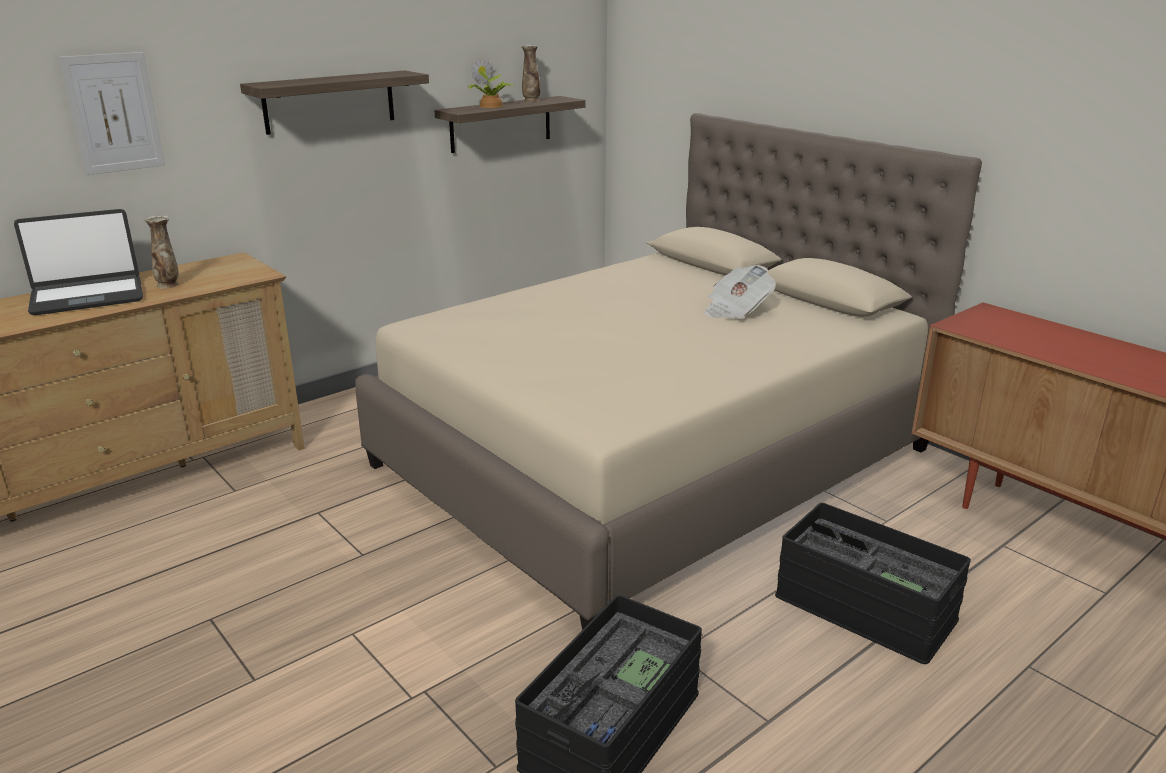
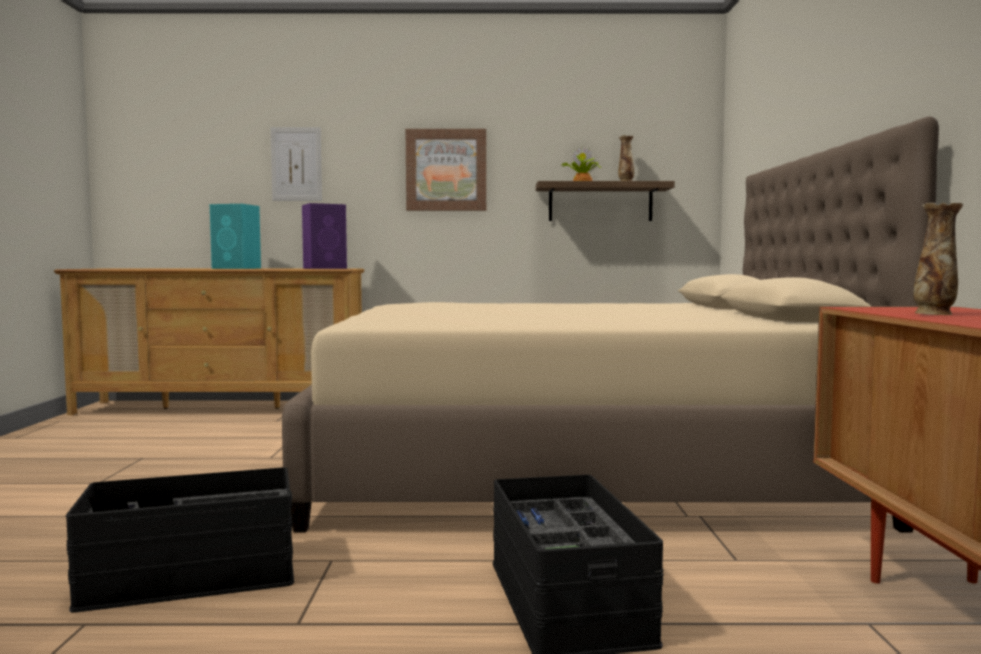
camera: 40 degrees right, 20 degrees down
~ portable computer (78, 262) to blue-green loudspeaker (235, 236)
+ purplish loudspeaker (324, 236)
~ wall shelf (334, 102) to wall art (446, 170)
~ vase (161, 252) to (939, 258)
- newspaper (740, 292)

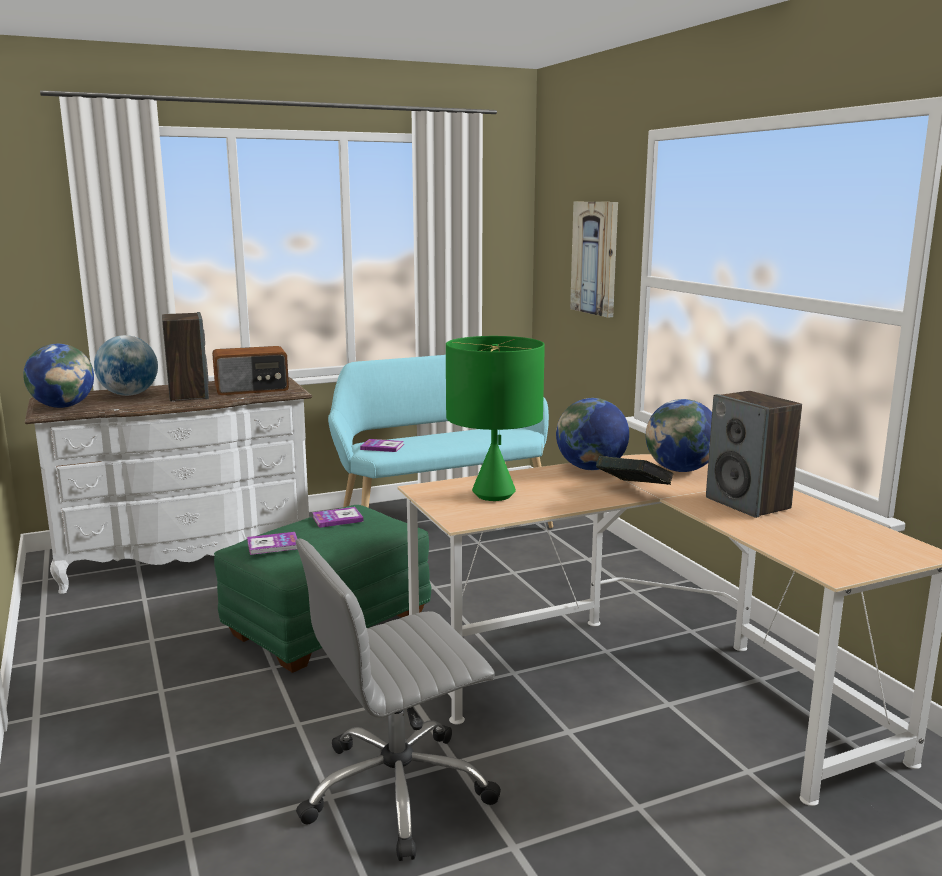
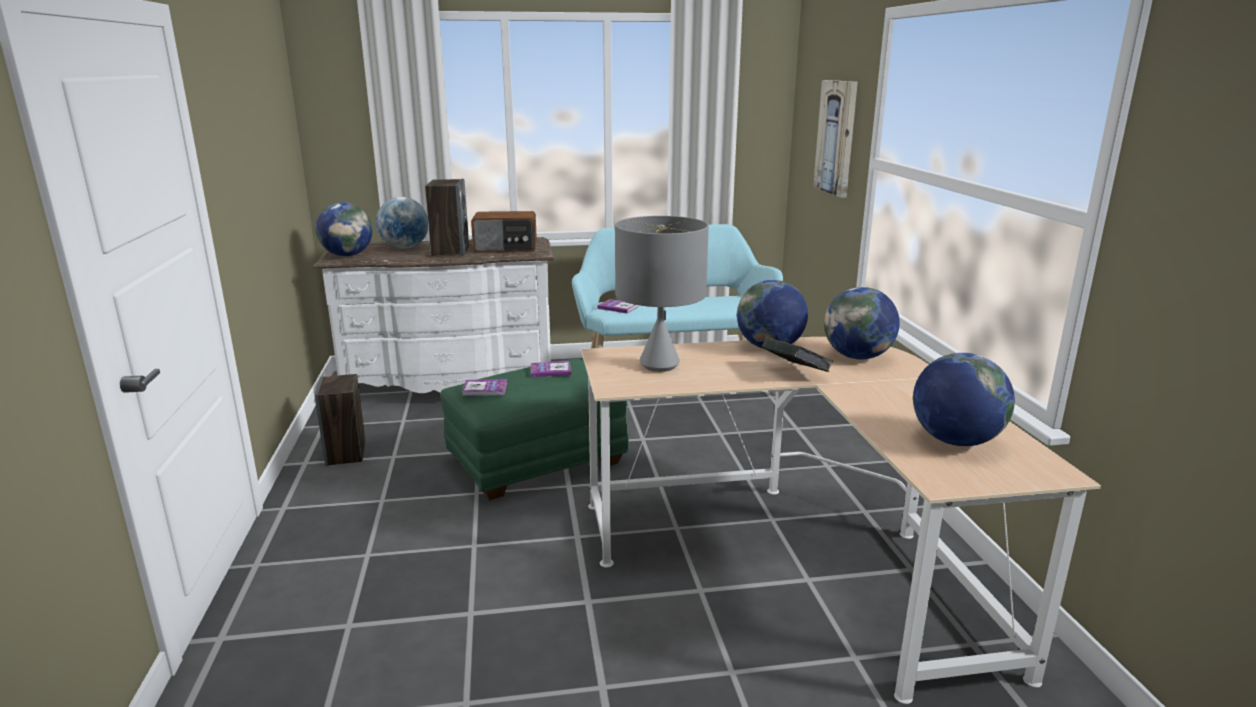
camera: 15 degrees right, 5 degrees up
~ loudspeaker (754, 454) to (340, 420)
~ greenish lamp for a table (495, 418) to greyish lamp for a table (662, 294)
+ world globe (964, 399)
- greyish office chair (398, 700)

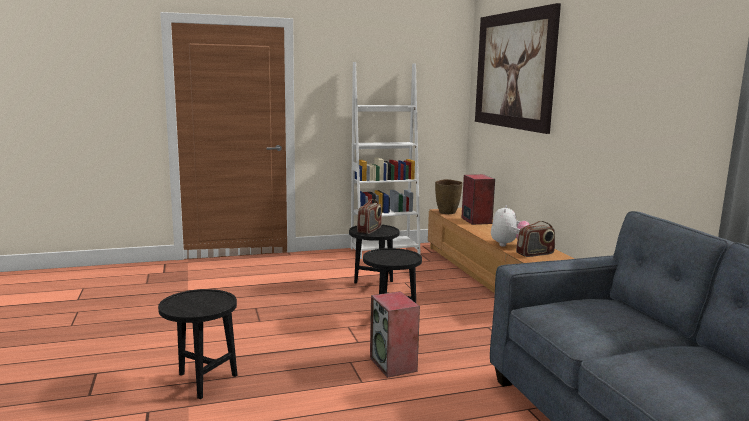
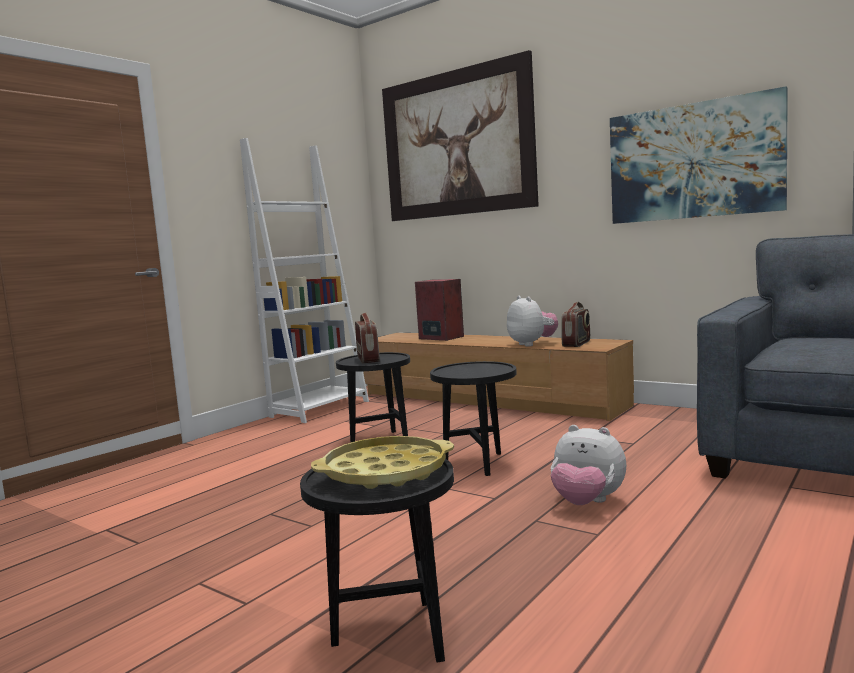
camera: 35 degrees left, 5 degrees down
+ yellow-coloured carrying tray (382, 462)
~ loudspeaker (395, 334) to plush toy (588, 465)
+ wall art (699, 155)
- brown vase (448, 196)

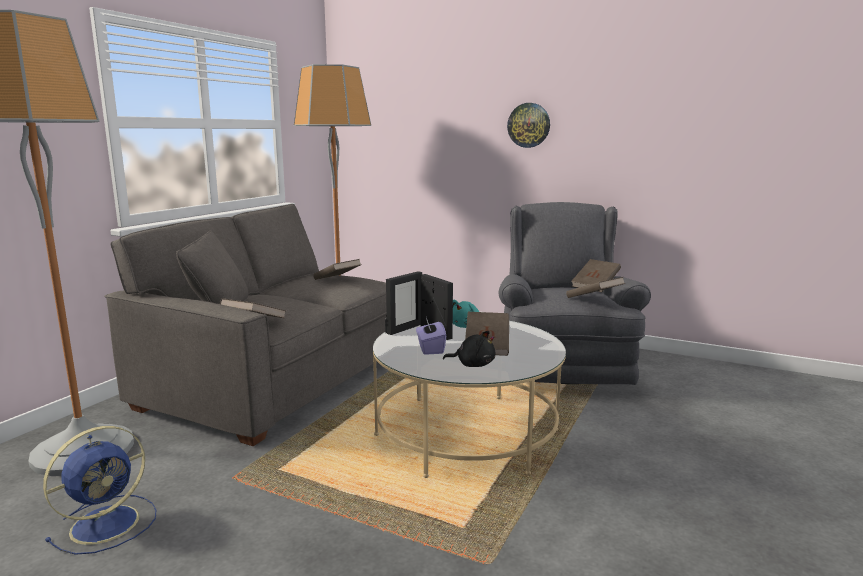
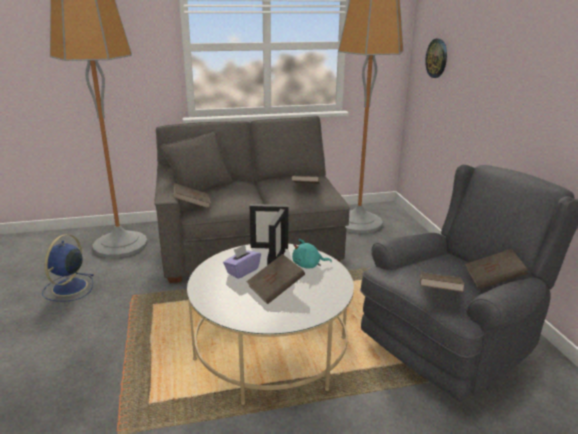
camera: 50 degrees right, 10 degrees up
~ blue-coloured cooling fan (99, 490) = (67, 268) 105 degrees clockwise
~ wall clock (528, 125) to (436, 58)
- blackish plush toy (469, 349)

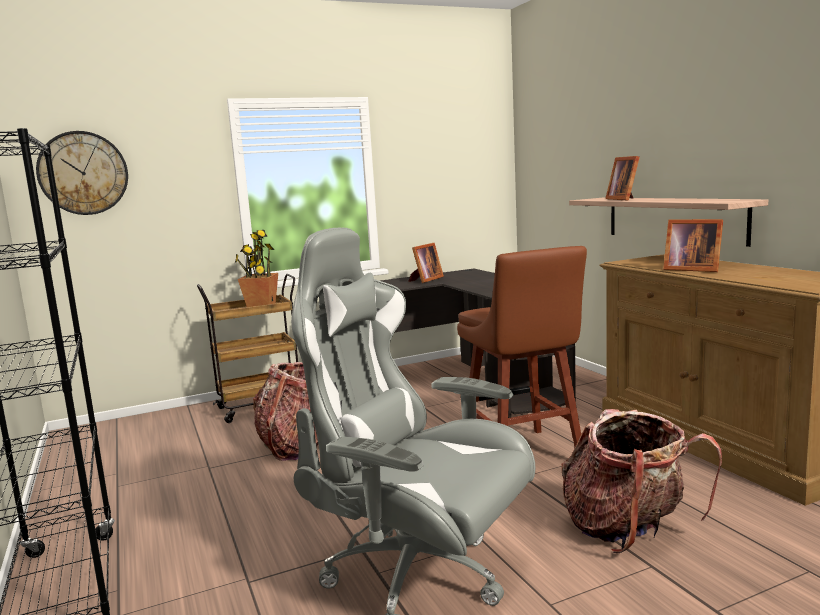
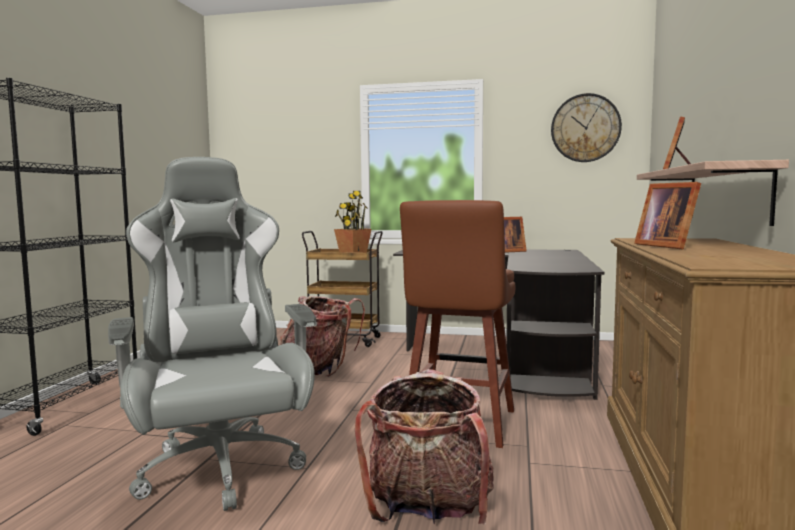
camera: 35 degrees right, 5 degrees down
~ wall clock (82, 173) to (586, 127)

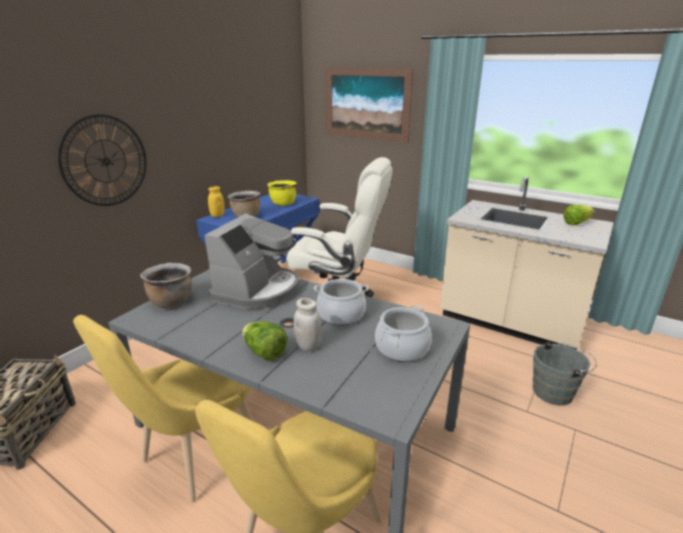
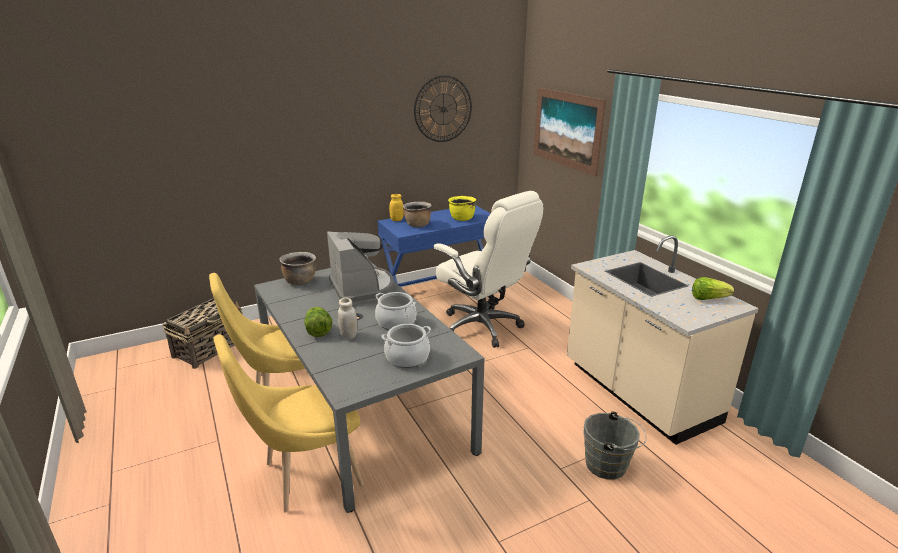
camera: 30 degrees right, 0 degrees up
~ coffee machine (252, 261) = (360, 268) 75 degrees counterclockwise
~ wall clock (102, 160) to (443, 108)

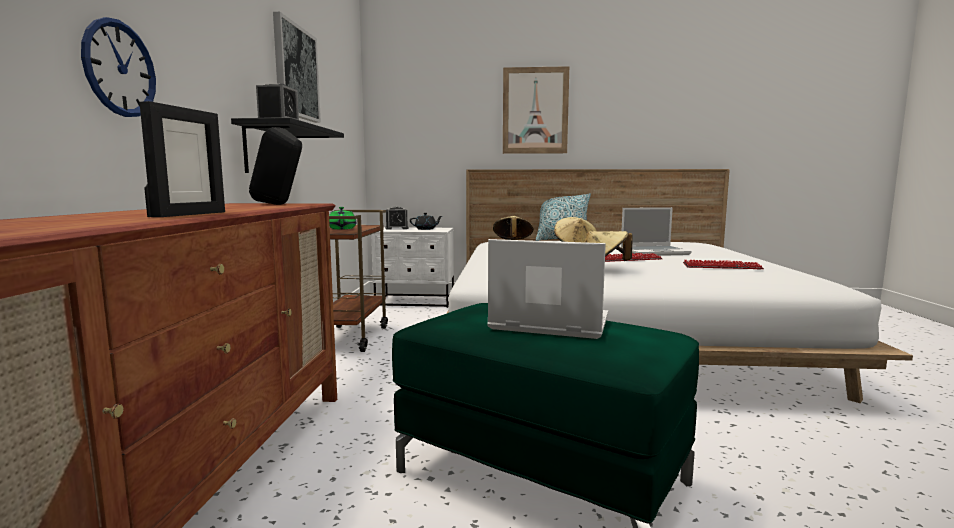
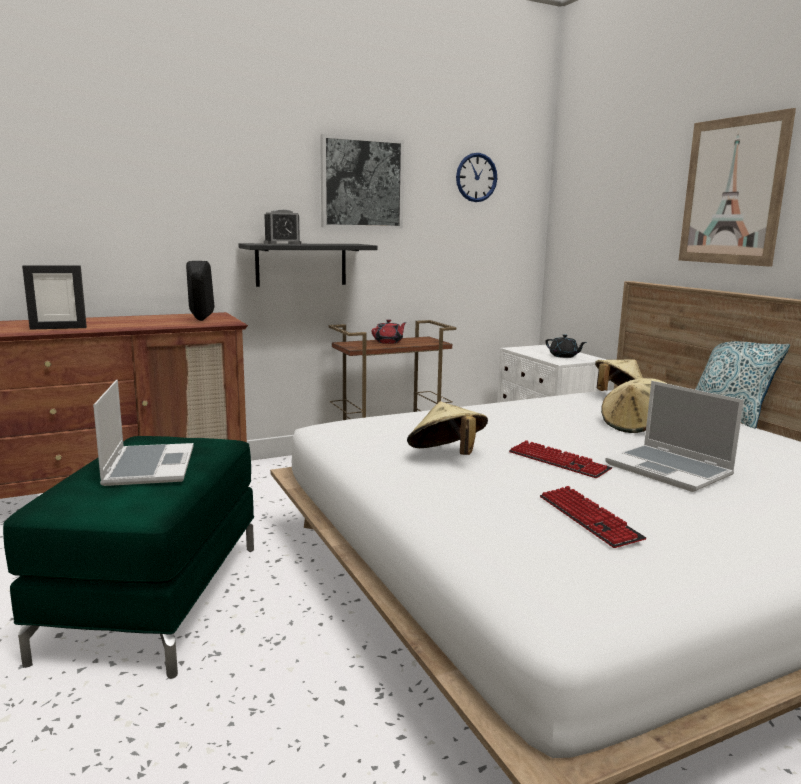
camera: 60 degrees right, 5 degrees up
~ greenish tea pot (342, 218) to red tea pot (389, 331)
~ wall clock (118, 67) to (476, 177)
- alarm clock (397, 218)

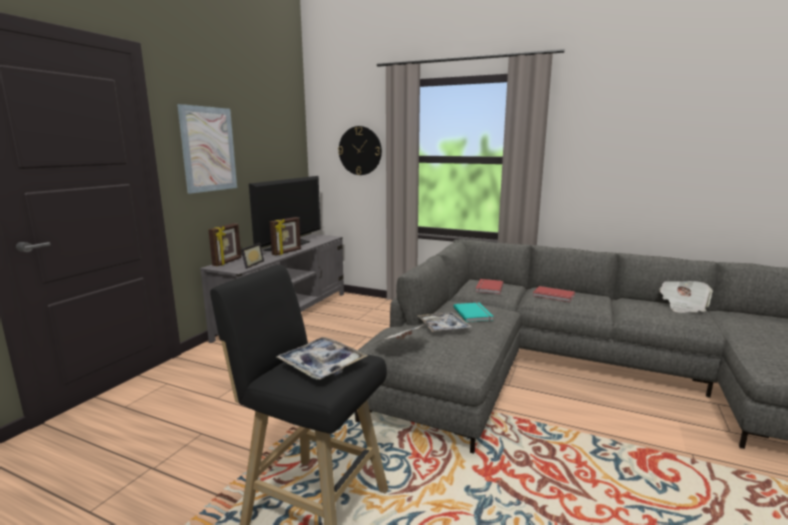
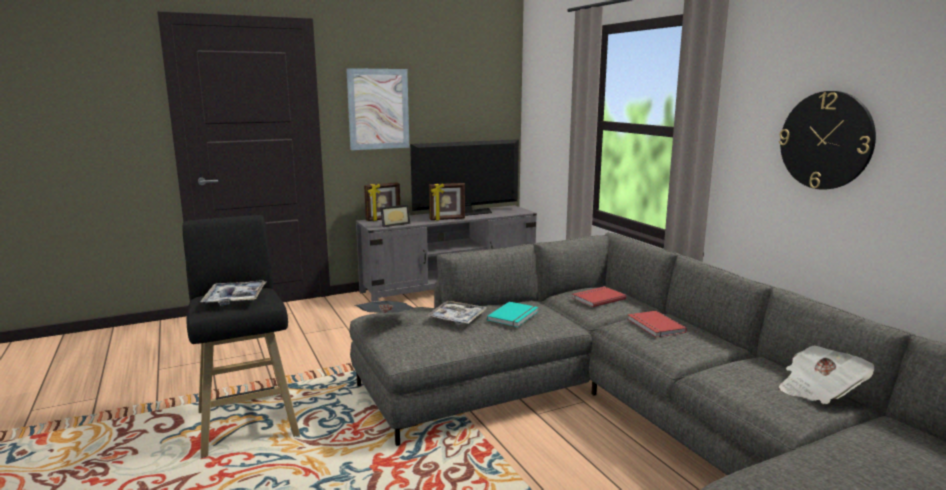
camera: 40 degrees right, 0 degrees up
~ wall clock (360, 150) to (827, 140)

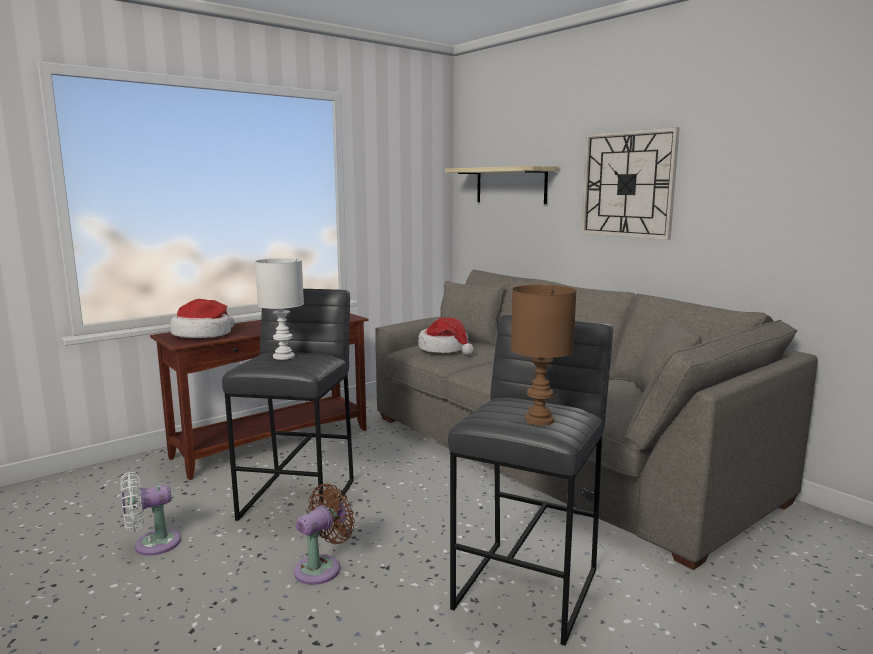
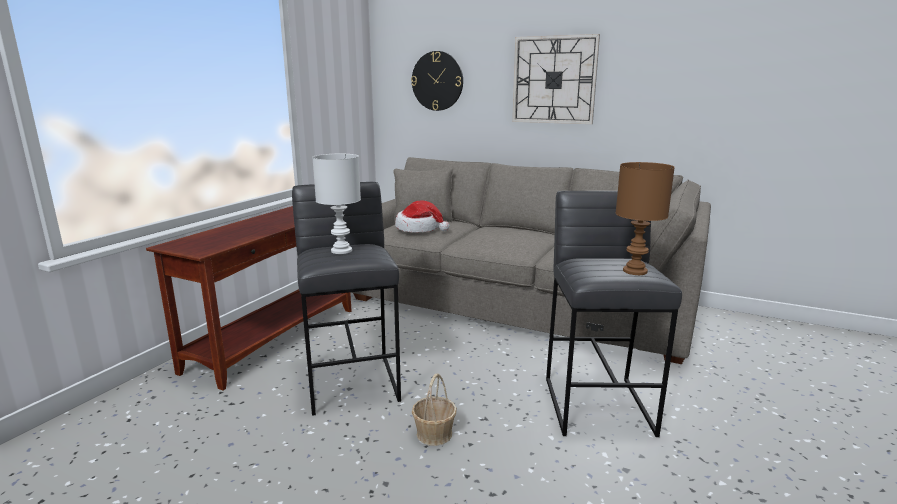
camera: 25 degrees left, 5 degrees up
~ wall shelf (502, 185) to wall clock (437, 81)
~ brown cooling fan (324, 534) to storage basket (434, 409)
- whitish cooling fan (150, 514)
- hat (202, 318)

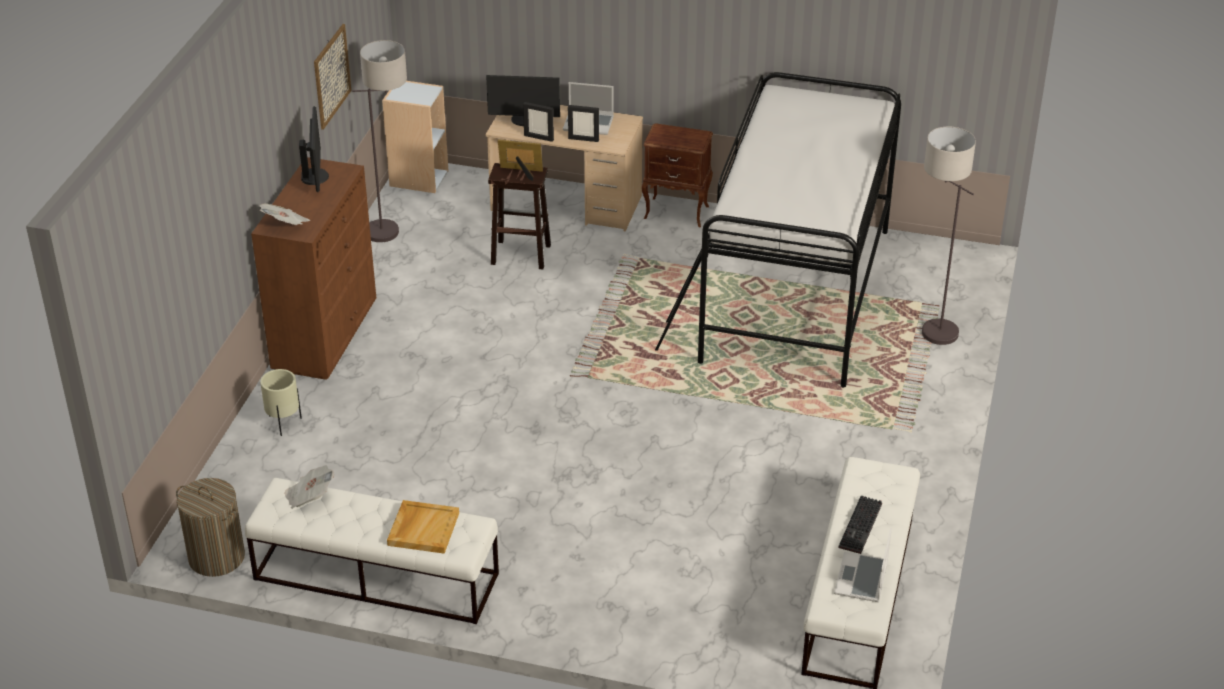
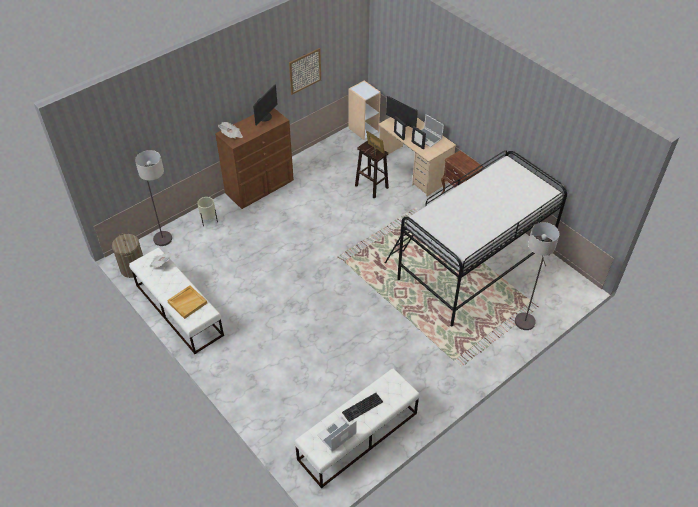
camera: 35 degrees right, 10 degrees up
~ greyish standard lamp (379, 141) to (153, 198)

